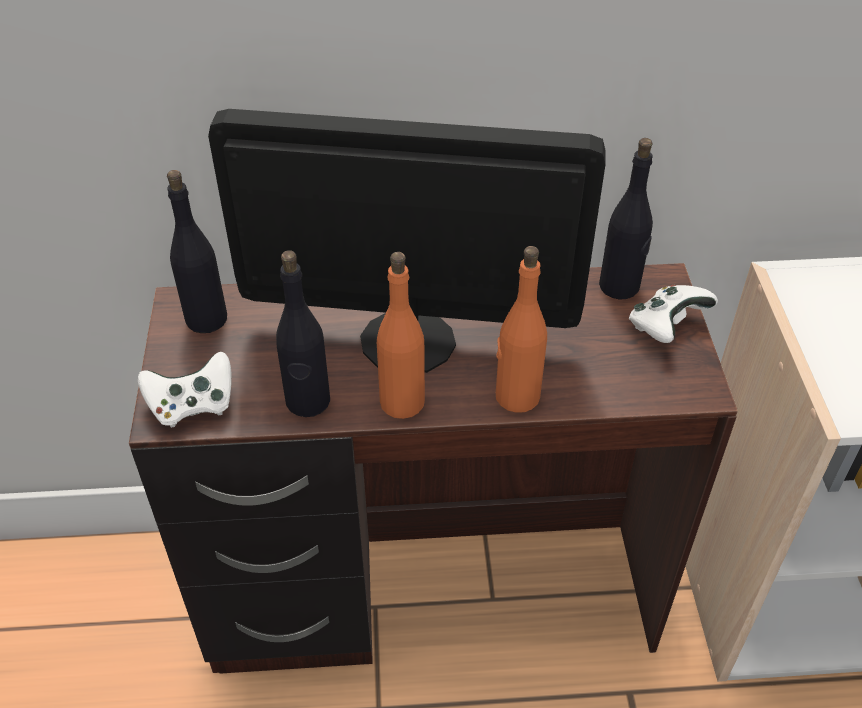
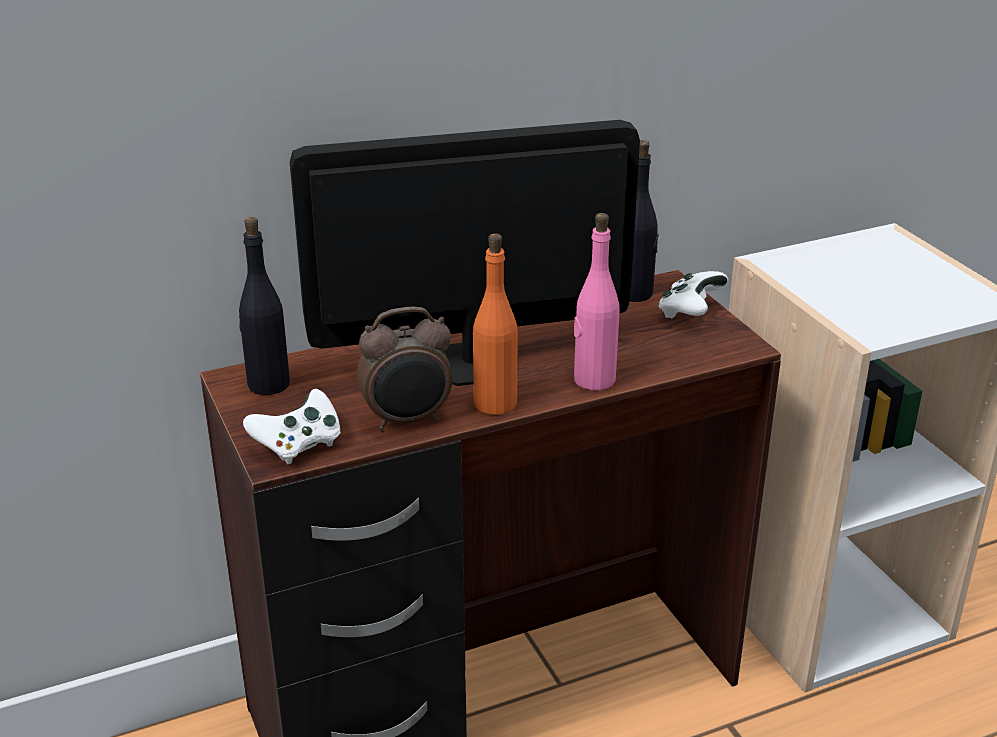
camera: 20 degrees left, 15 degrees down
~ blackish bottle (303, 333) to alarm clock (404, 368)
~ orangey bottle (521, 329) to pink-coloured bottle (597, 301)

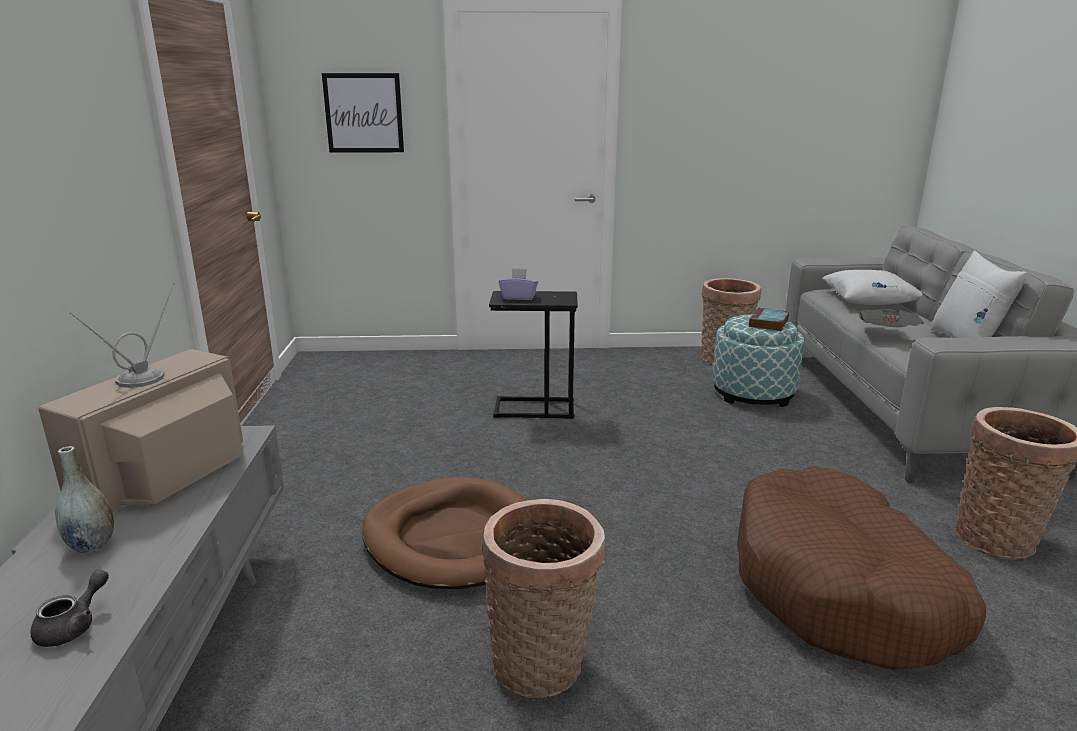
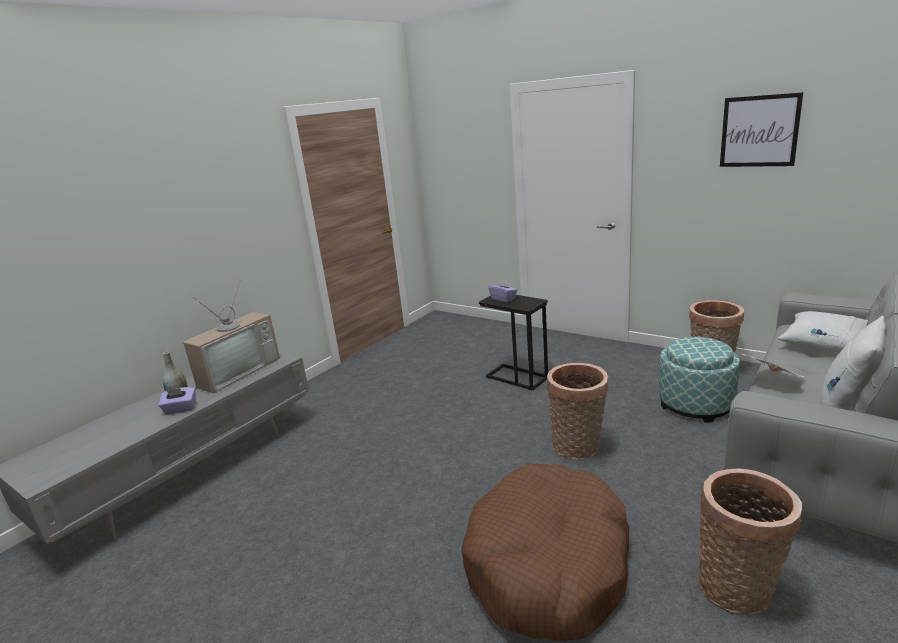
camera: 40 degrees right, 0 degrees up
+ purplish box of tissues (177, 400)
~ television (140, 398) = (231, 337) 150 degrees clockwise
~ storage basket (543, 598) to (578, 411)
~ wall art (363, 113) to (761, 129)
- greyish tea pot (69, 608)
- brown dog cushion (444, 533)
- bound book (769, 319)

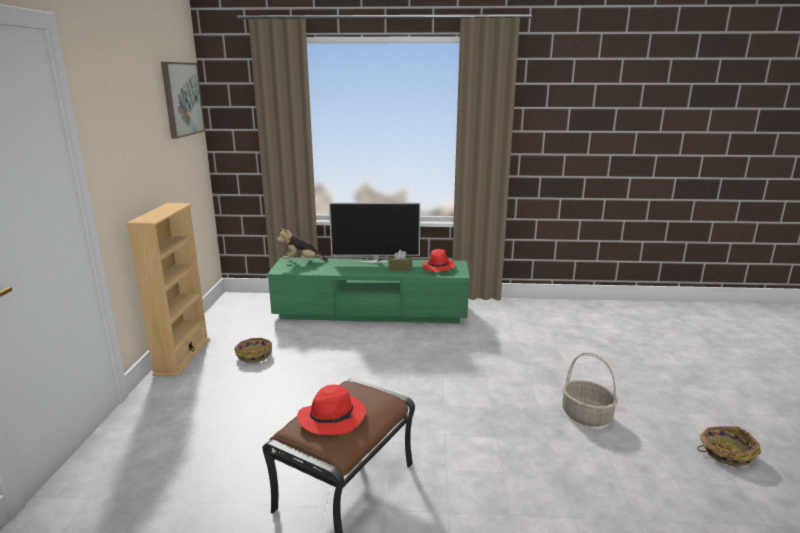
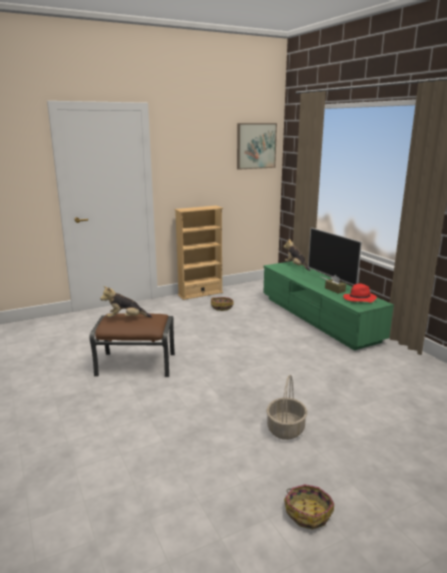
camera: 60 degrees right, 0 degrees up
~ red hat (331, 410) to plush toy (126, 301)

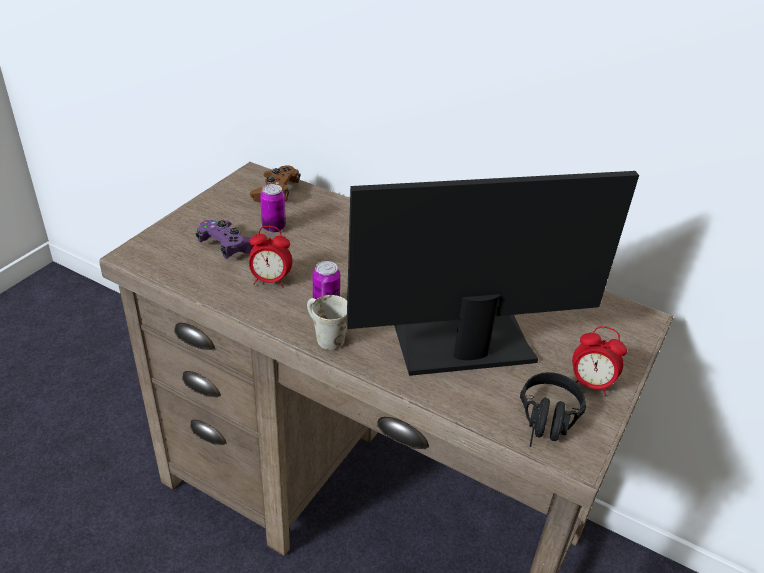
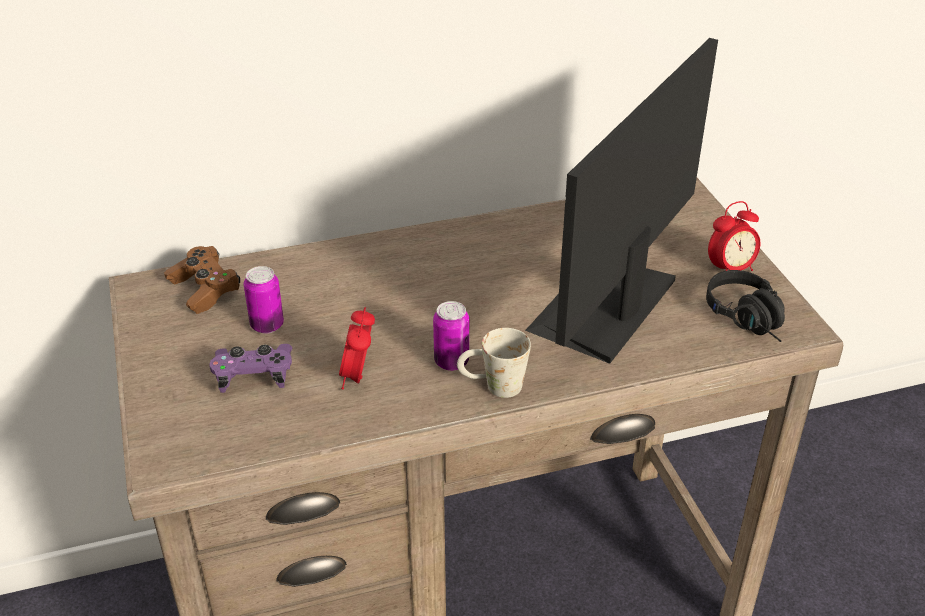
camera: 45 degrees left, 0 degrees up
~ alarm clock (270, 257) = (357, 348) 135 degrees clockwise

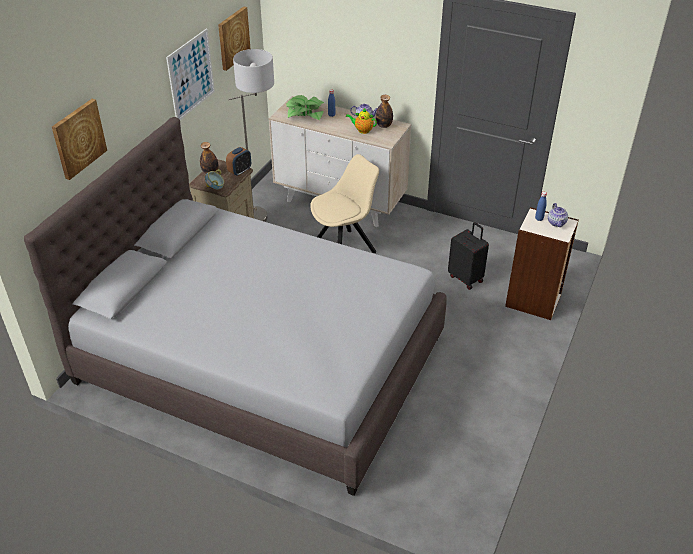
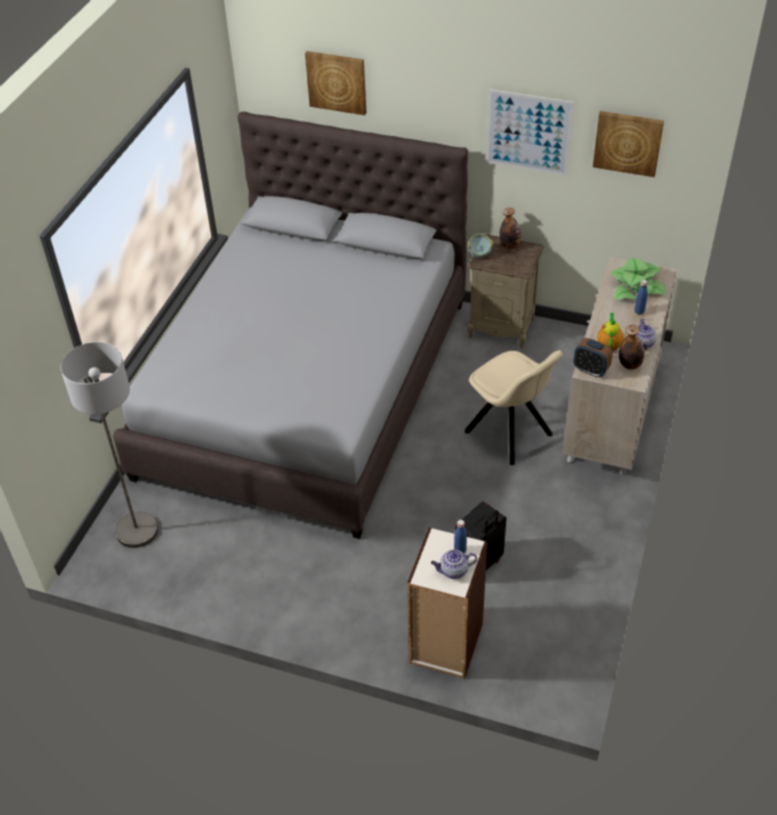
camera: 85 degrees right, 5 degrees up
~ greyish standard lamp (251, 135) to (109, 445)
~ alarm clock (238, 161) to (593, 357)

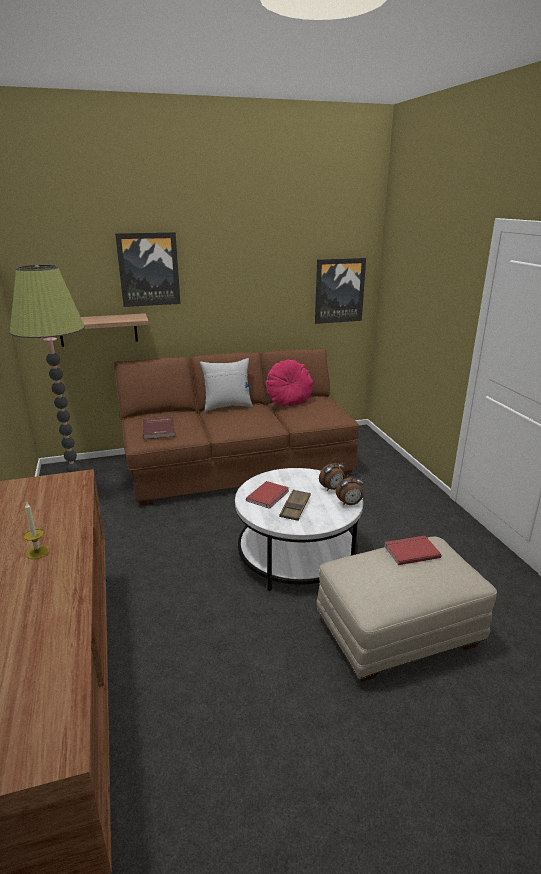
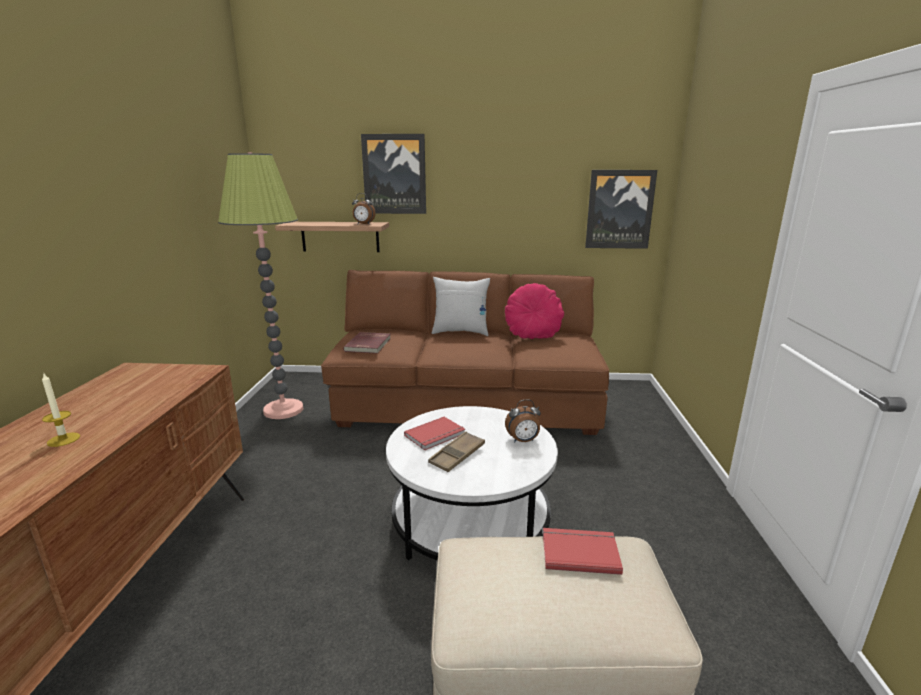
camera: 20 degrees right, 5 degrees down
~ alarm clock (350, 489) to (364, 209)

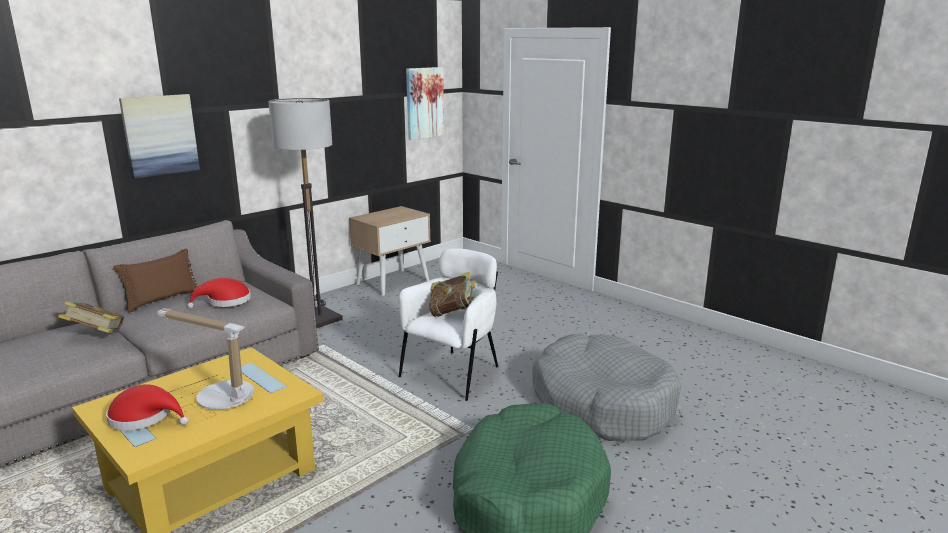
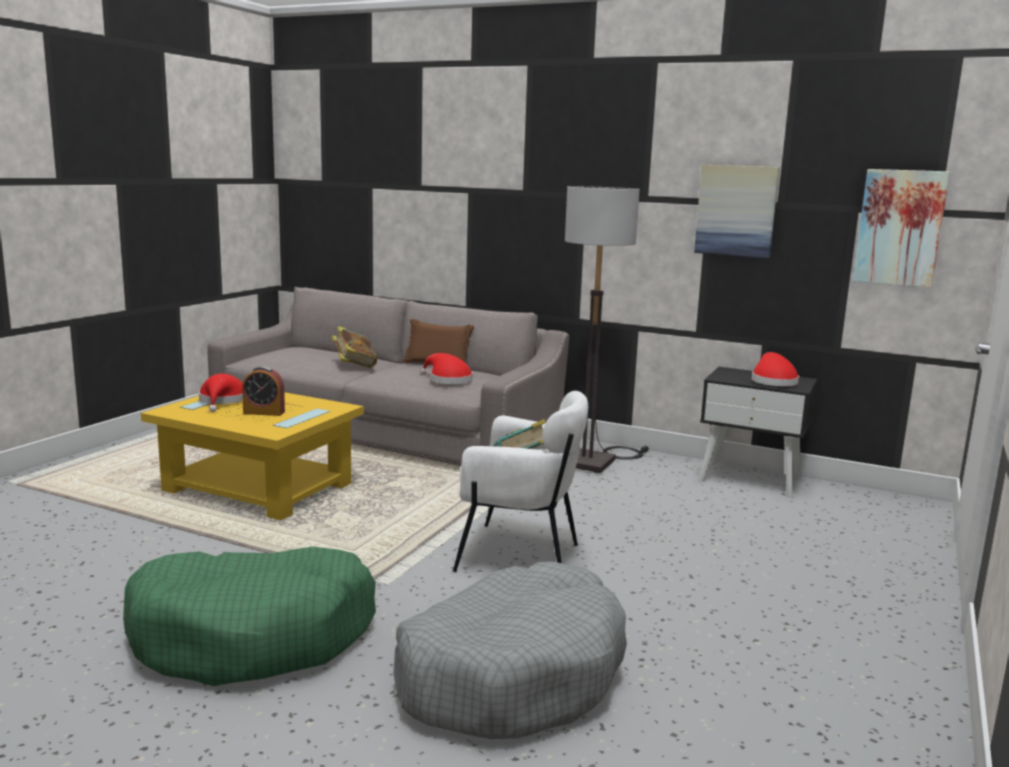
camera: 70 degrees right, 5 degrees down
~ lamp for a table (205, 359) to alarm clock (263, 391)
~ wall art (159, 136) to (737, 211)
~ sand-coloured nightstand (390, 251) to blackish nightstand (758, 432)
+ red hat (775, 369)

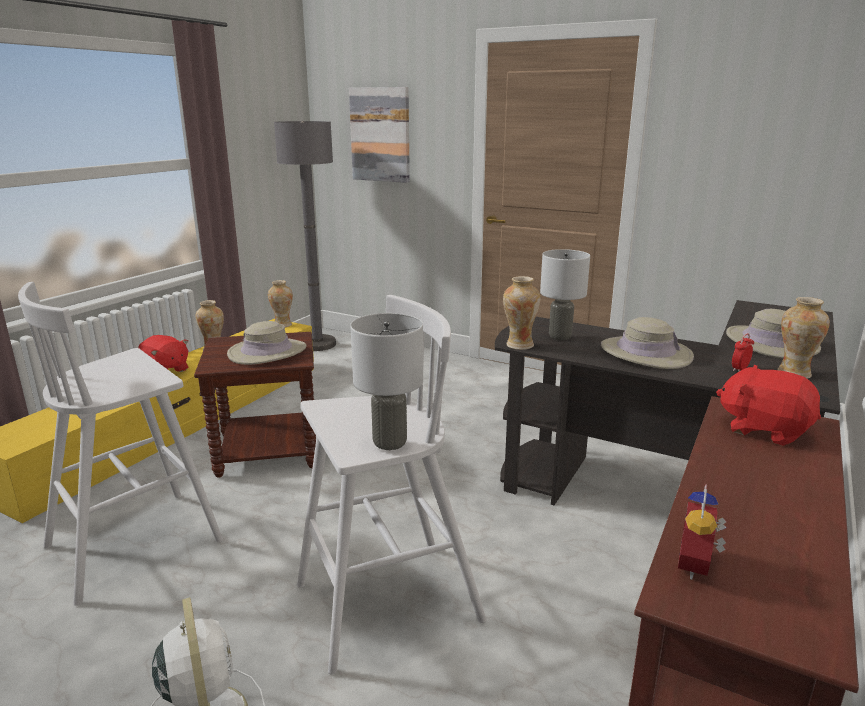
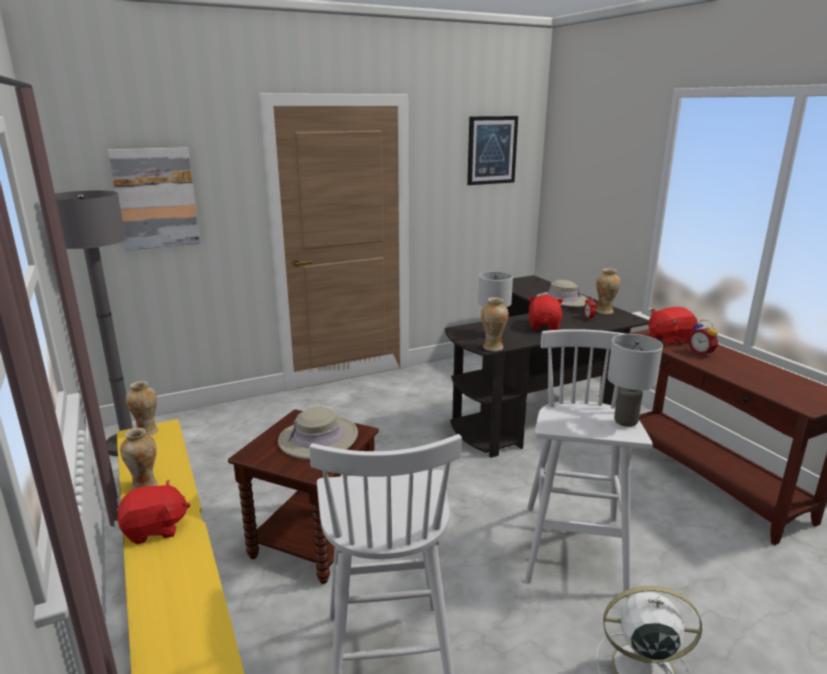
camera: 55 degrees left, 0 degrees up
+ wall art (492, 150)
~ sand-coloured hat (647, 343) to red plush toy (546, 312)
~ alarm clock (702, 532) to (703, 338)

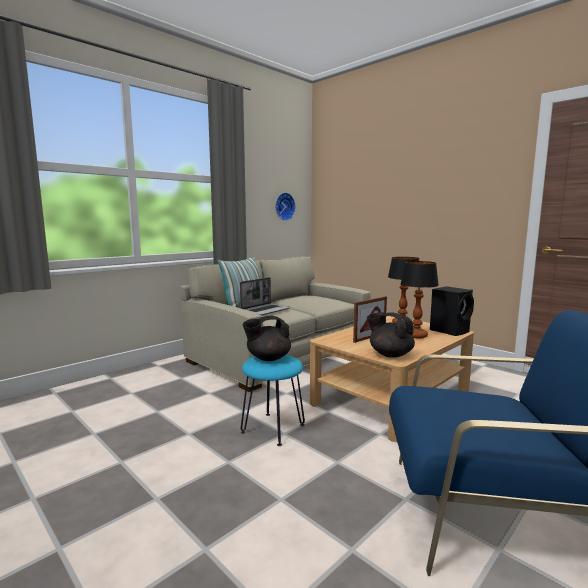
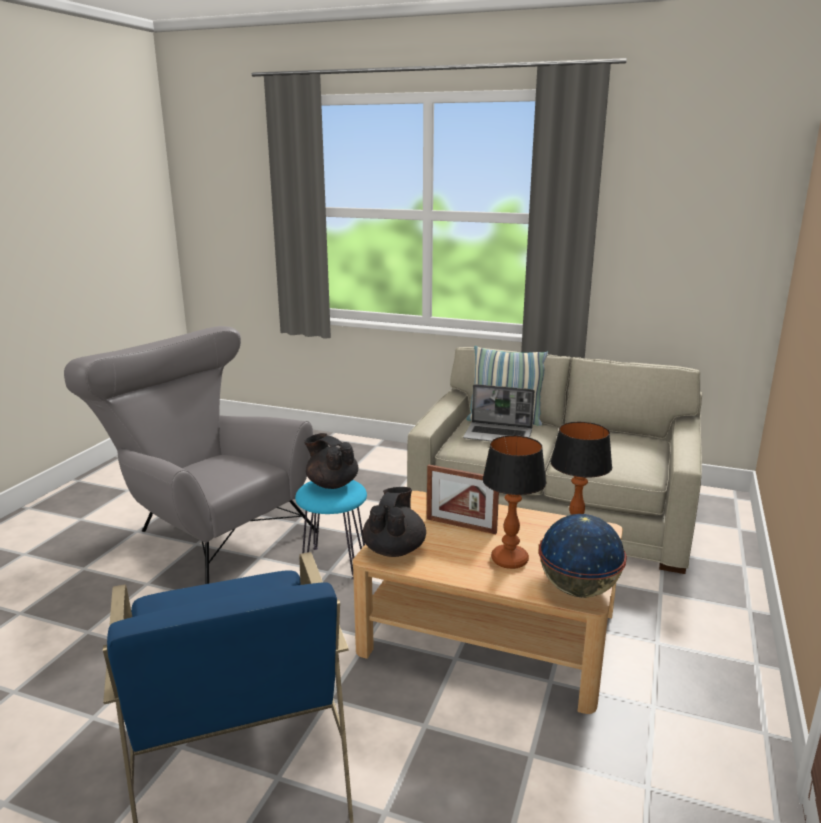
camera: 65 degrees right, 10 degrees up
+ greyish lounge chair (191, 455)
~ blackish loudspeaker (452, 311) to world globe (583, 556)
- wall clock (285, 207)

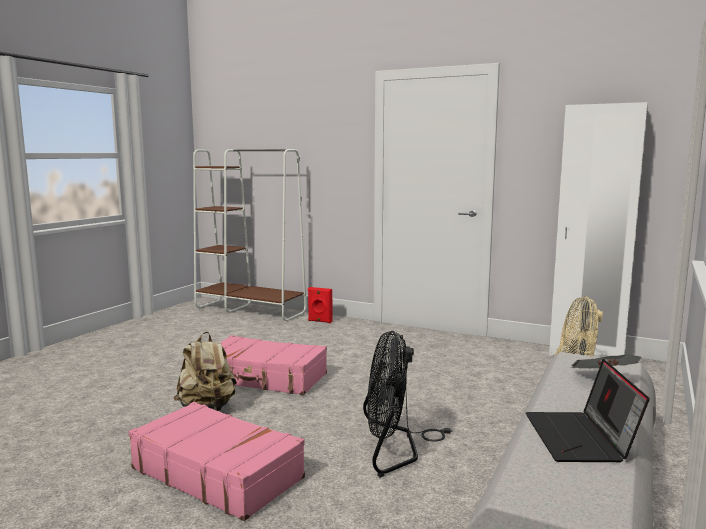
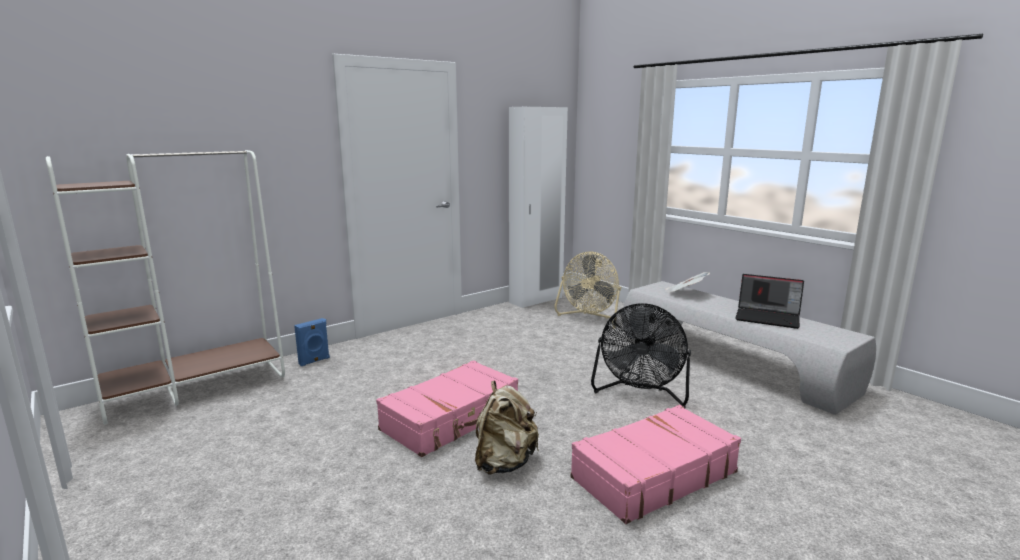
camera: 65 degrees left, 5 degrees up
~ red loudspeaker (320, 305) to blue-coloured loudspeaker (312, 342)

